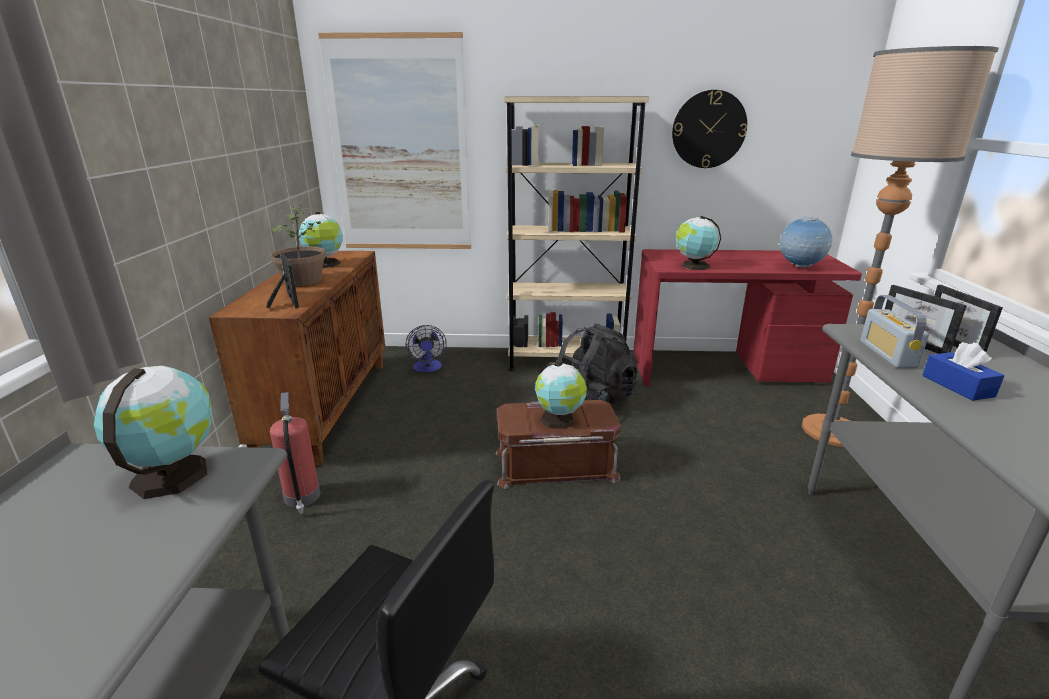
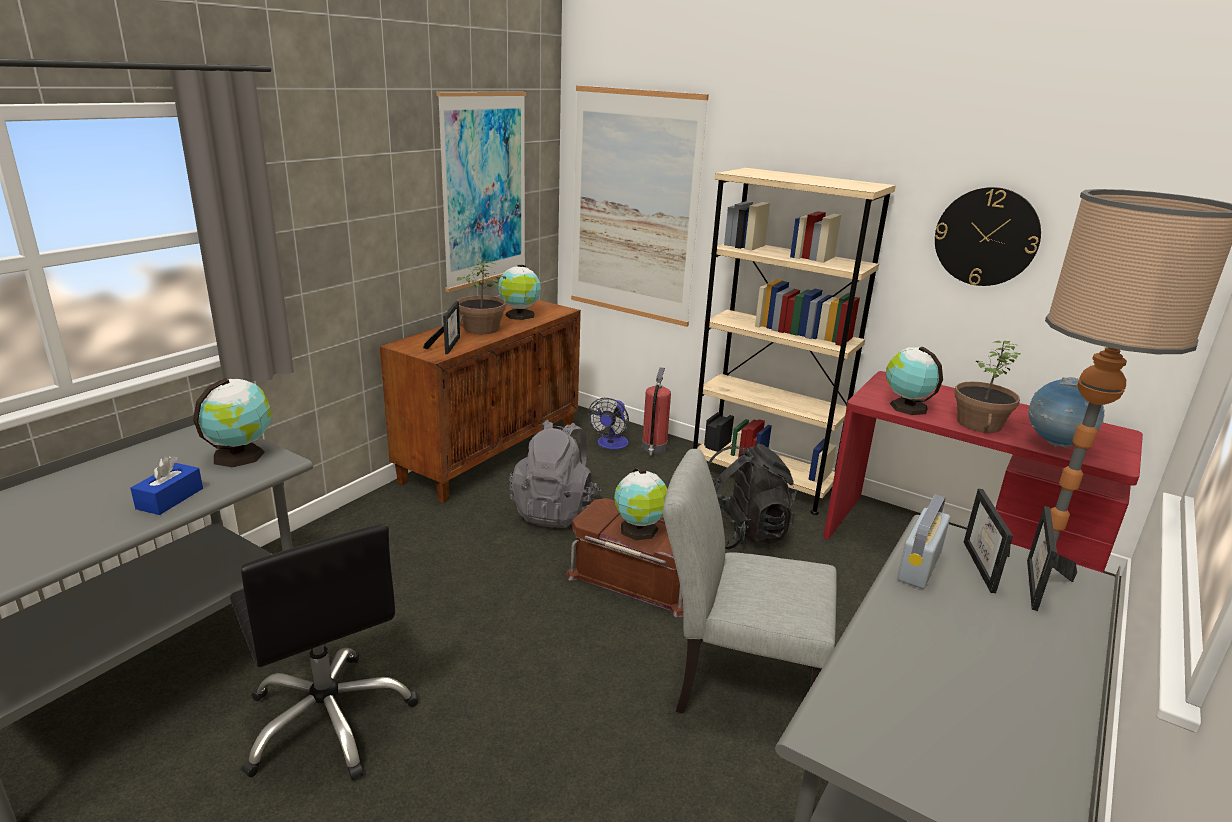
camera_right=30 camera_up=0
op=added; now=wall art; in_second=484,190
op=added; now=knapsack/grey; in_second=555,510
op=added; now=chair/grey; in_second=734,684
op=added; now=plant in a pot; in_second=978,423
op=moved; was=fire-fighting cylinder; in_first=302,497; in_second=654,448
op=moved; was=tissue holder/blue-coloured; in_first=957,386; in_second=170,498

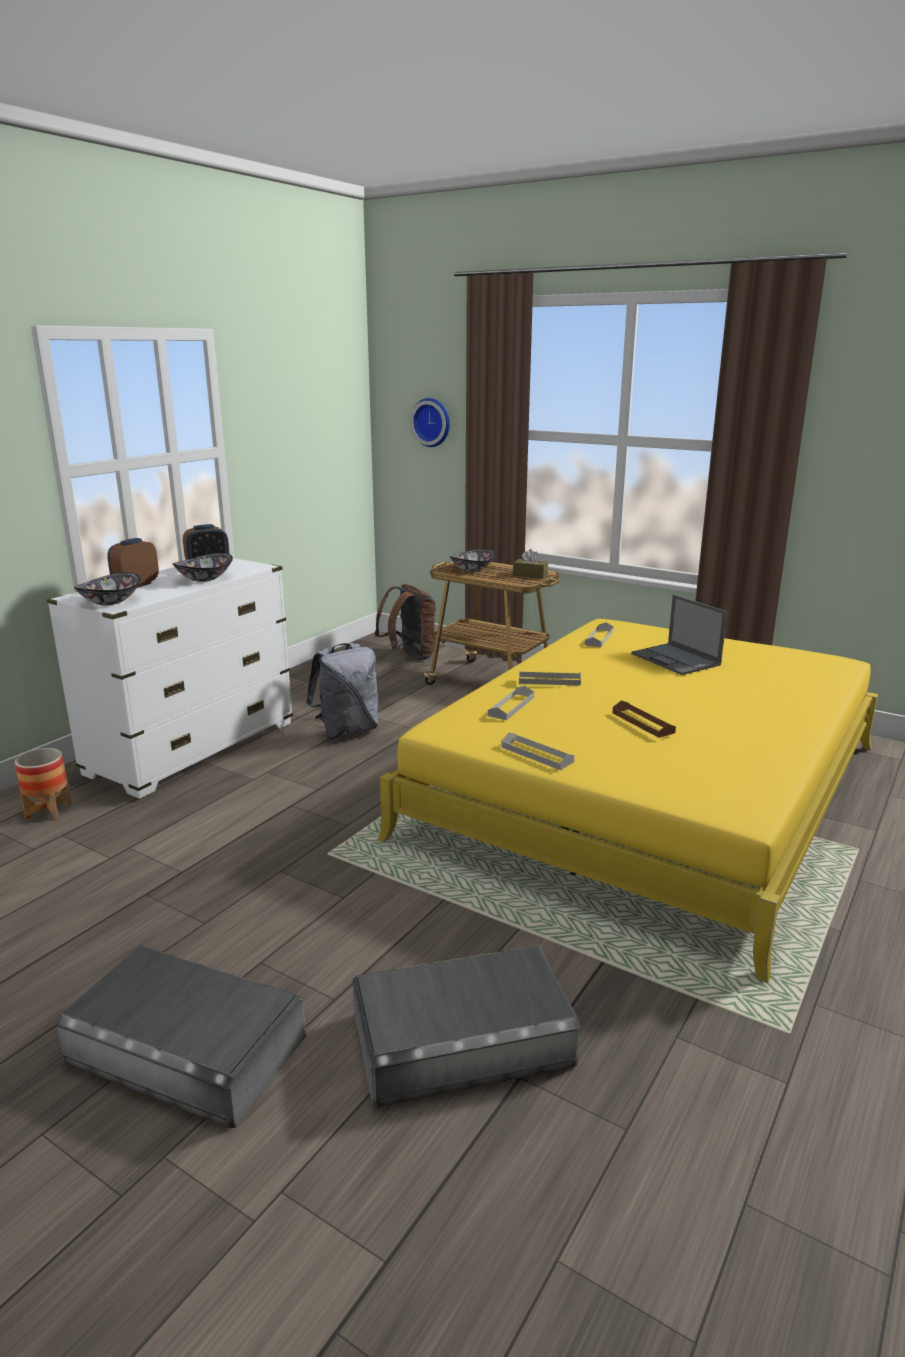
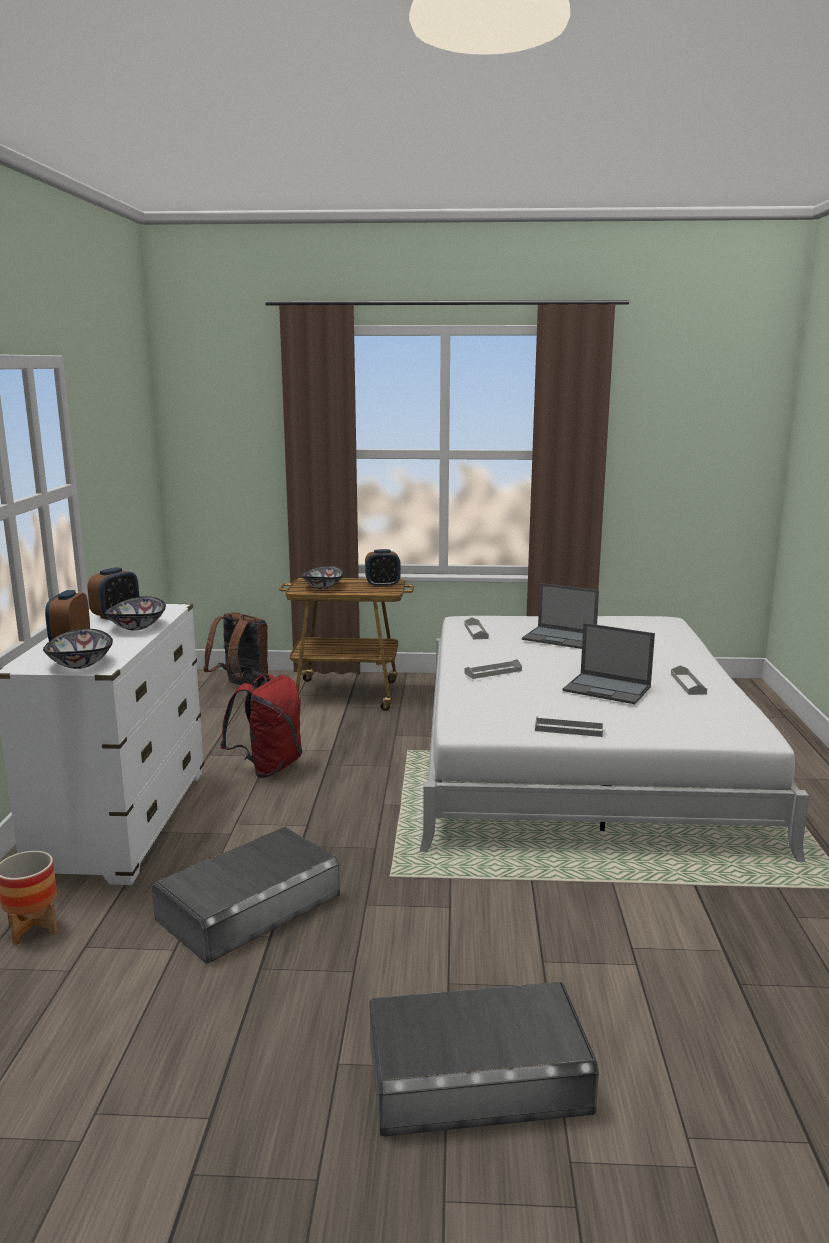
camera_right=-30 camera_up=-5
op=removed; was=clock on the wall; in_first=432,422
op=moved; was=storage bin/grey; in_first=462,1038; in_second=249,906
op=moved; was=serving tray/grey; in_first=511,706; in_second=688,684
op=replaced; was=tissue holder/brownish; now=bedside clock; in_first=530,575; in_second=382,585
op=replaced; was=serving tray/brownish; now=portable computer; in_first=643,723; in_second=608,689
op=recoloured; was=knapsack/grey; now=knapsack/red-coloured; in_first=347,731; in_second=268,767
op=recoloured; was=bed/yellow; now=bed/whitish; in_first=649,790; in_second=578,753

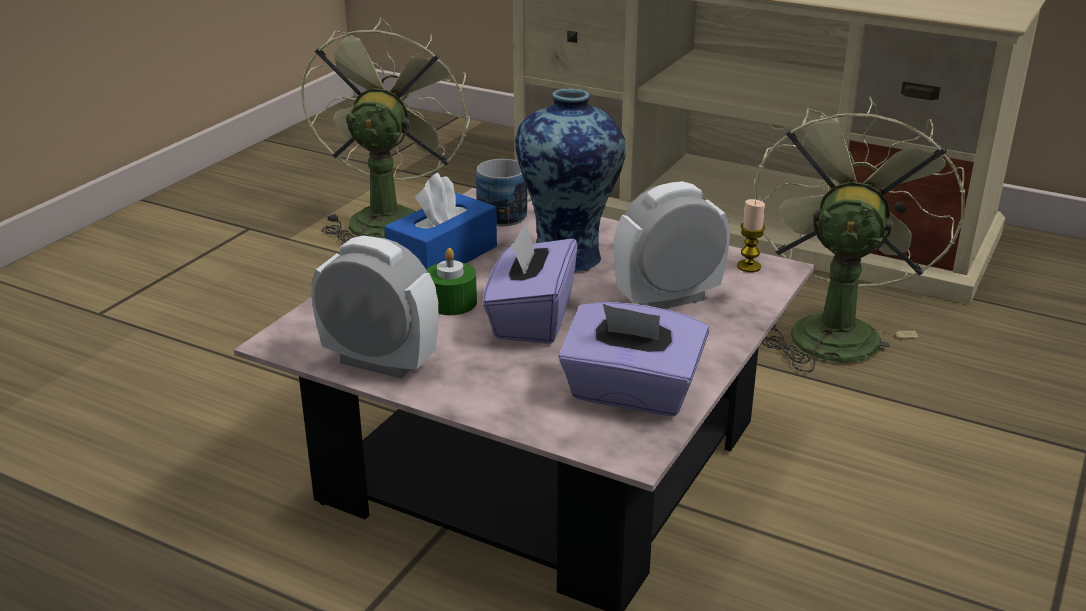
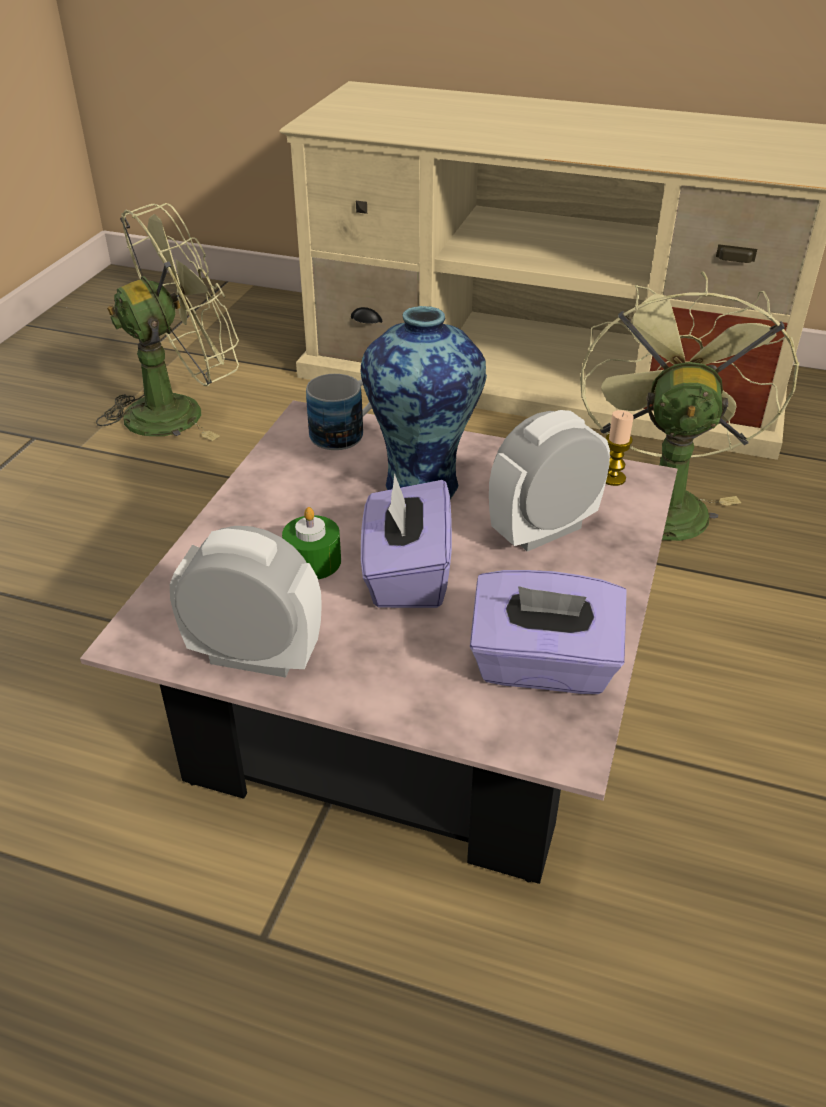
camera_right=-10 camera_up=10
op=removed; was=tissue holder/blue-coloured; in_first=443,257
op=turned; was=fan/green-coloured; in_first=386,217; in_second=180,410; clockwise=60

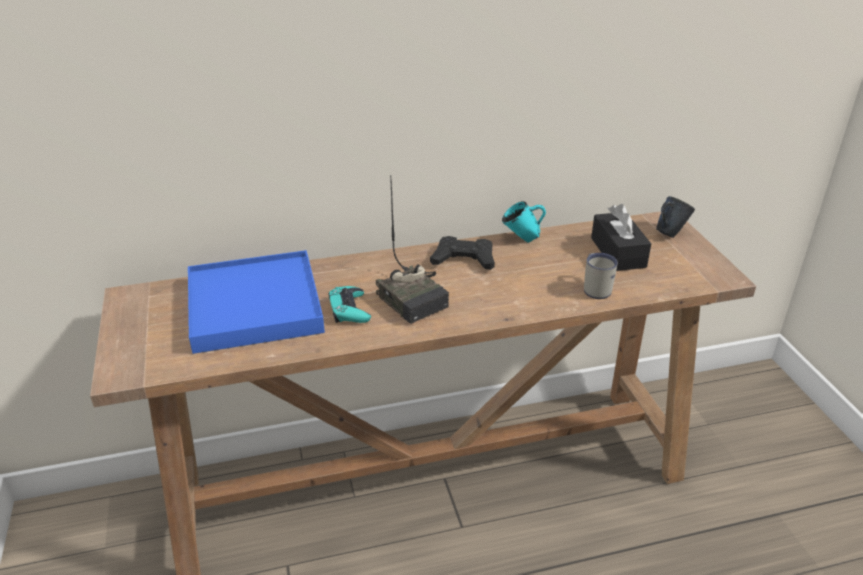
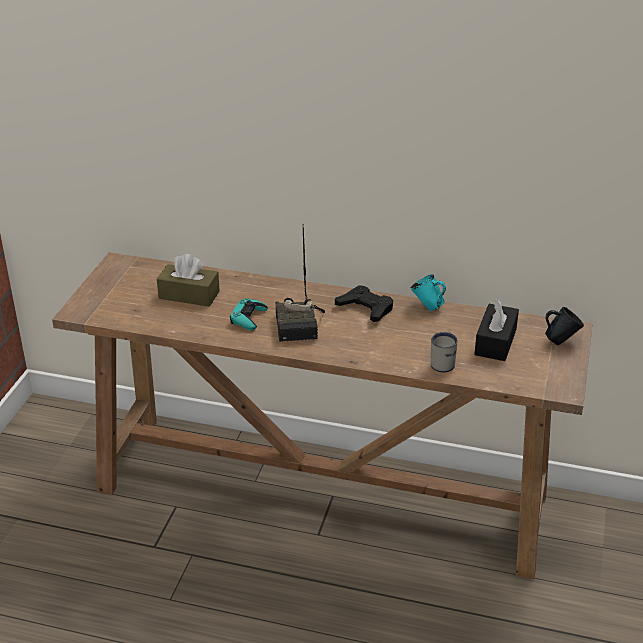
camera_right=30 camera_up=0
op=replaced; was=serving tray/blue-coloured; now=tissue holder/brownish; in_first=254,306; in_second=189,295

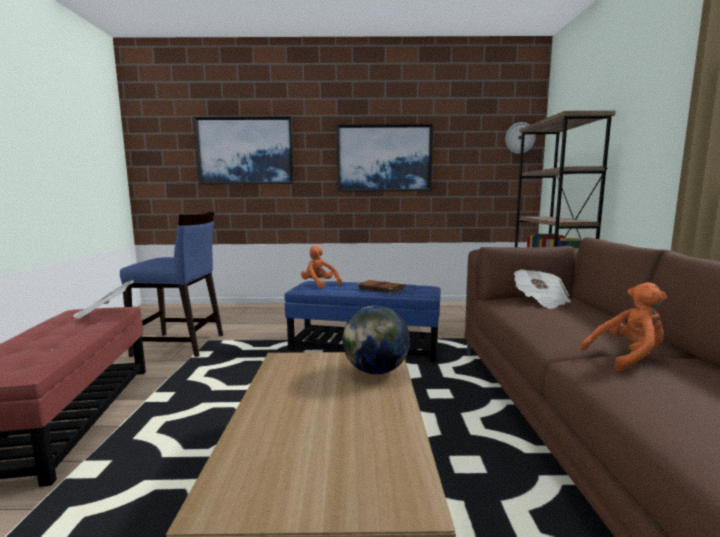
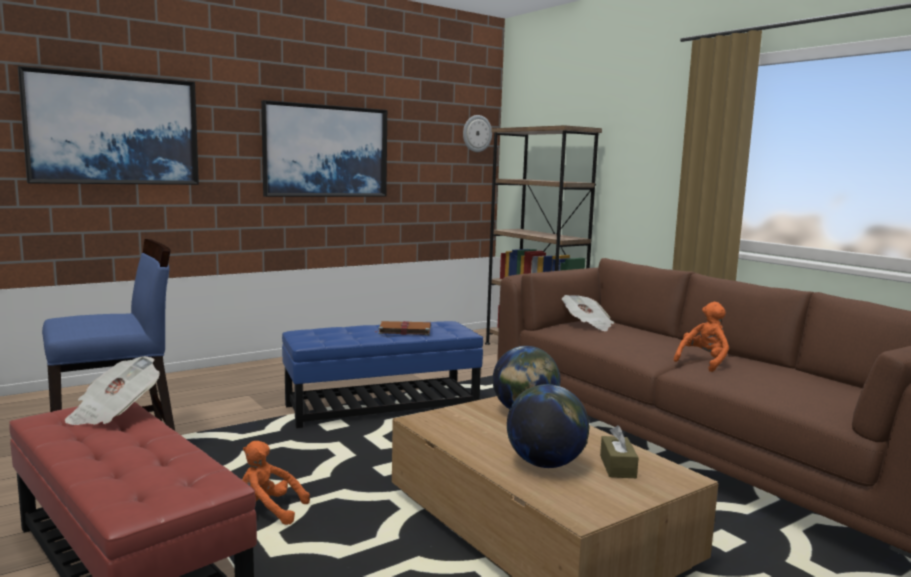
camera_right=-35 camera_up=0
op=added; now=desk globe; in_second=545,464
op=added; now=tissue holder/brownish; in_second=617,466
op=moved; was=cuddly toy/orange-coloured; in_first=319,285; in_second=268,512

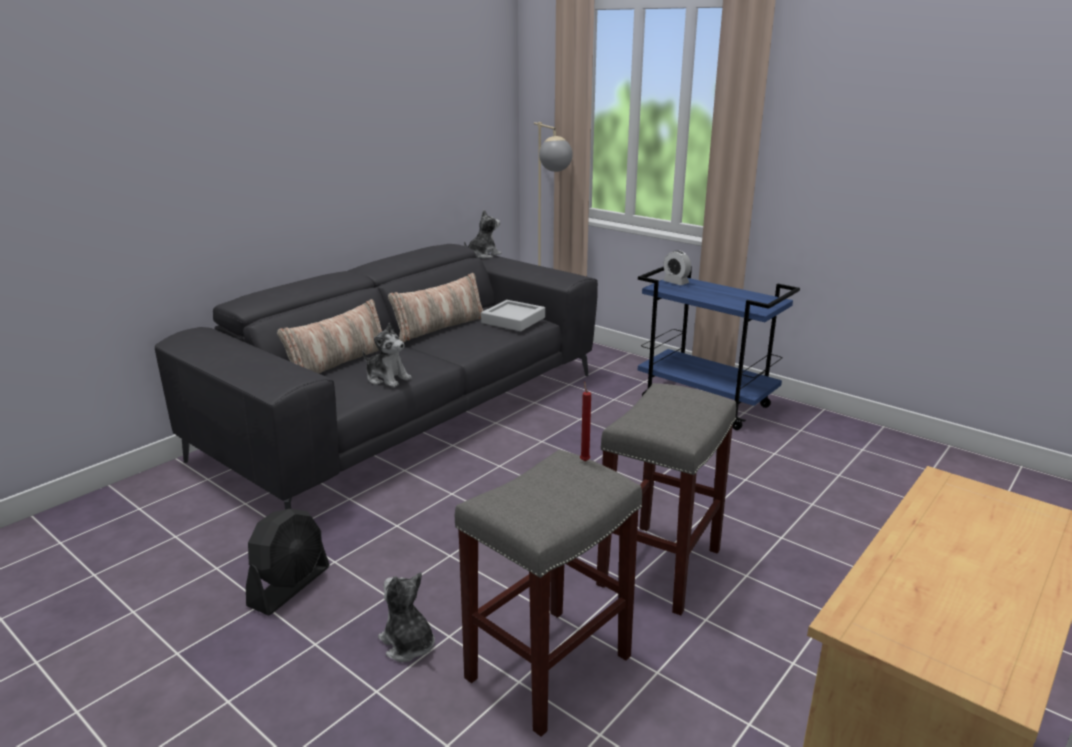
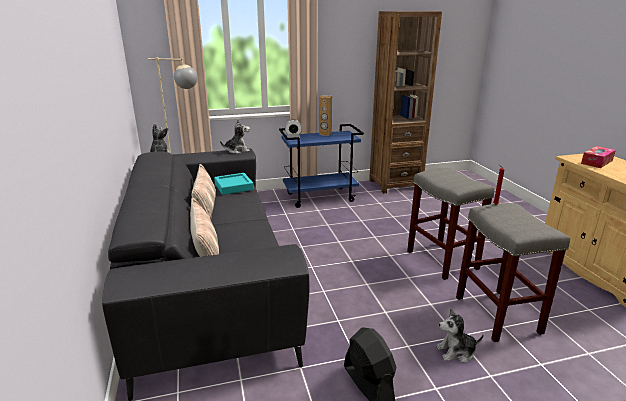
camera_right=-55 camera_up=0
op=added; now=audio speaker/brownish; in_second=325,134
op=added; now=bookcase/brownish; in_second=395,184
op=added; now=tissue holder; in_second=596,162
op=moved; was=cuddly toy; in_first=387,378; in_second=237,151
op=recoloured; was=serving tray/grey; now=serving tray/turquoise-coloured; in_first=513,320; in_second=234,187

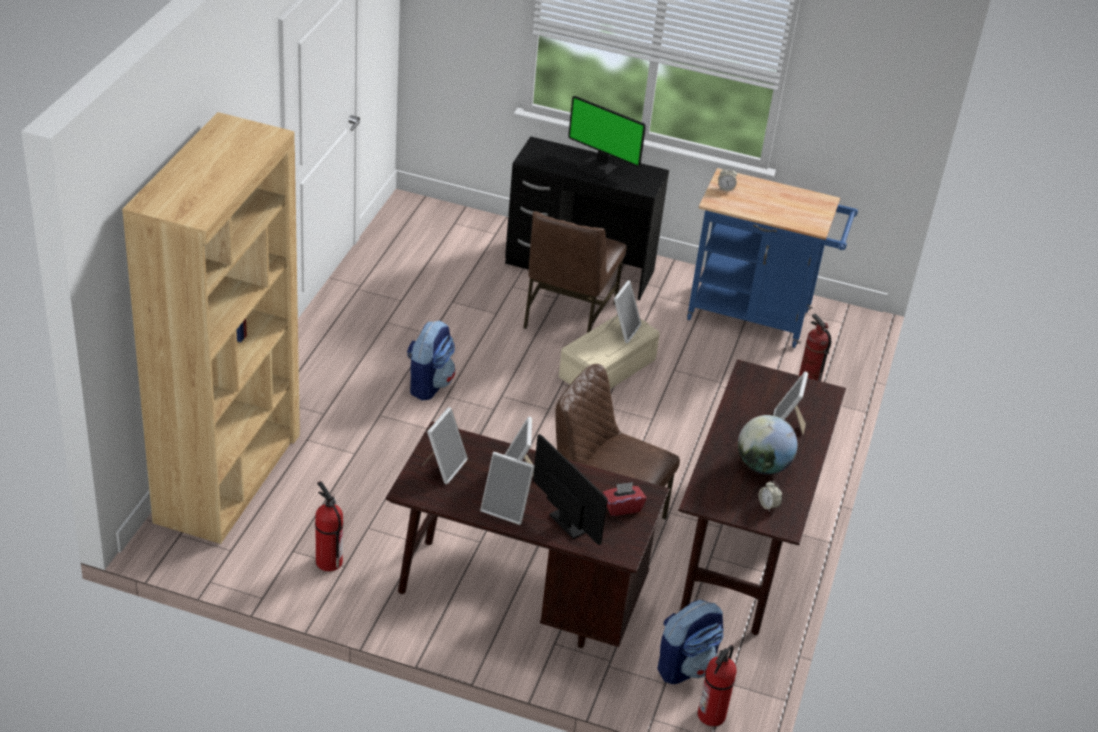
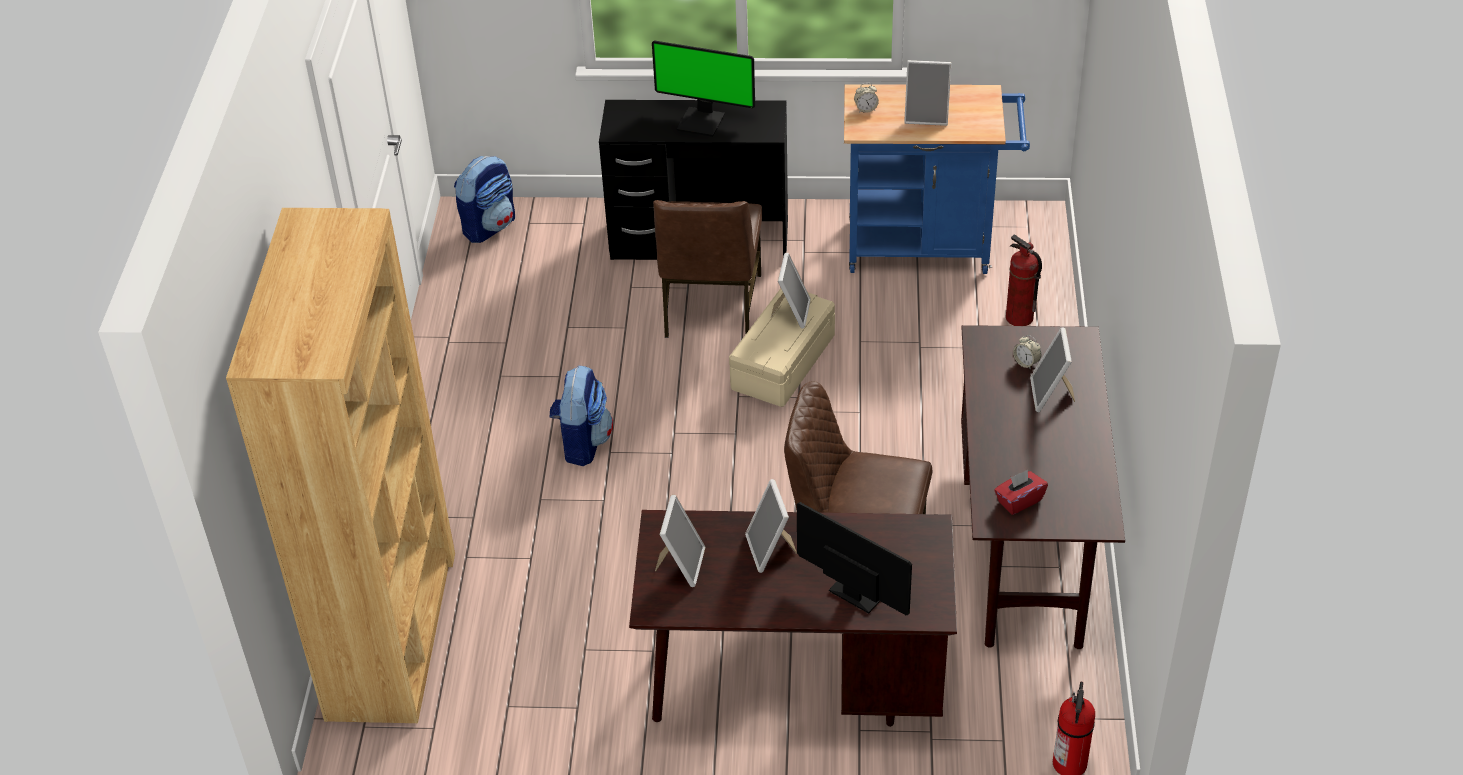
camera_right=-10 camera_up=5
op=removed; was=fire-fighting cylinder; in_first=328,561
op=removed; was=desk globe; in_first=762,466
op=moved; was=photo frame; in_first=506,508; in_second=927,116
op=moved; was=tissue holder/red-coloured; in_first=622,507; in_second=1019,501
op=moved; was=knapsack; in_first=686,666; in_second=489,226
op=moved; was=bedside clock; in_first=768,505; in_second=1026,363

